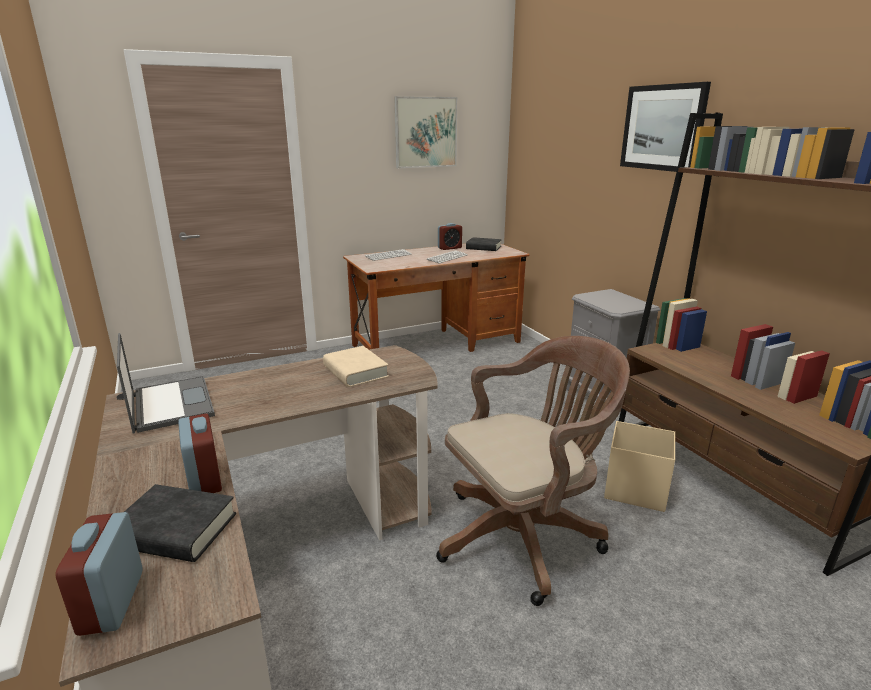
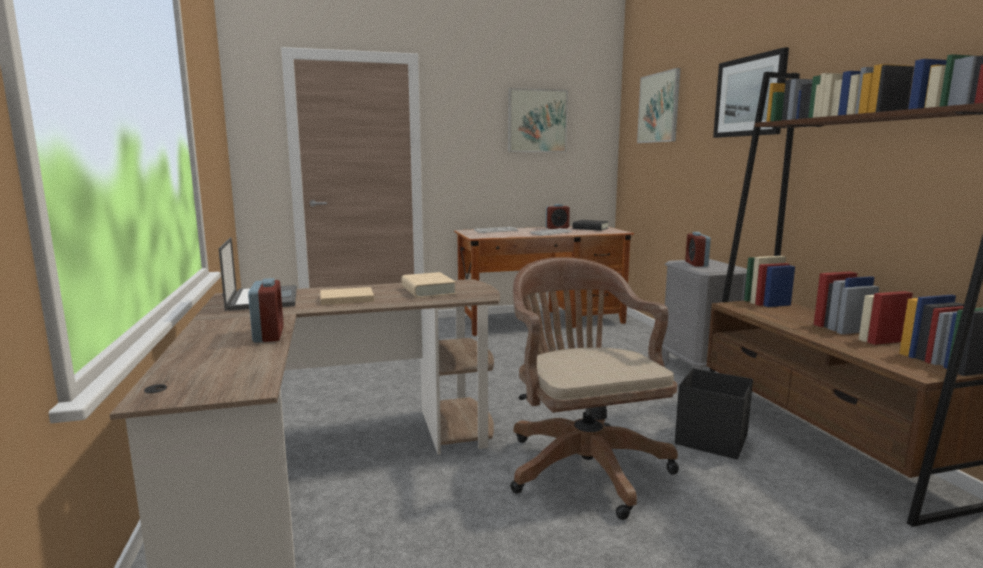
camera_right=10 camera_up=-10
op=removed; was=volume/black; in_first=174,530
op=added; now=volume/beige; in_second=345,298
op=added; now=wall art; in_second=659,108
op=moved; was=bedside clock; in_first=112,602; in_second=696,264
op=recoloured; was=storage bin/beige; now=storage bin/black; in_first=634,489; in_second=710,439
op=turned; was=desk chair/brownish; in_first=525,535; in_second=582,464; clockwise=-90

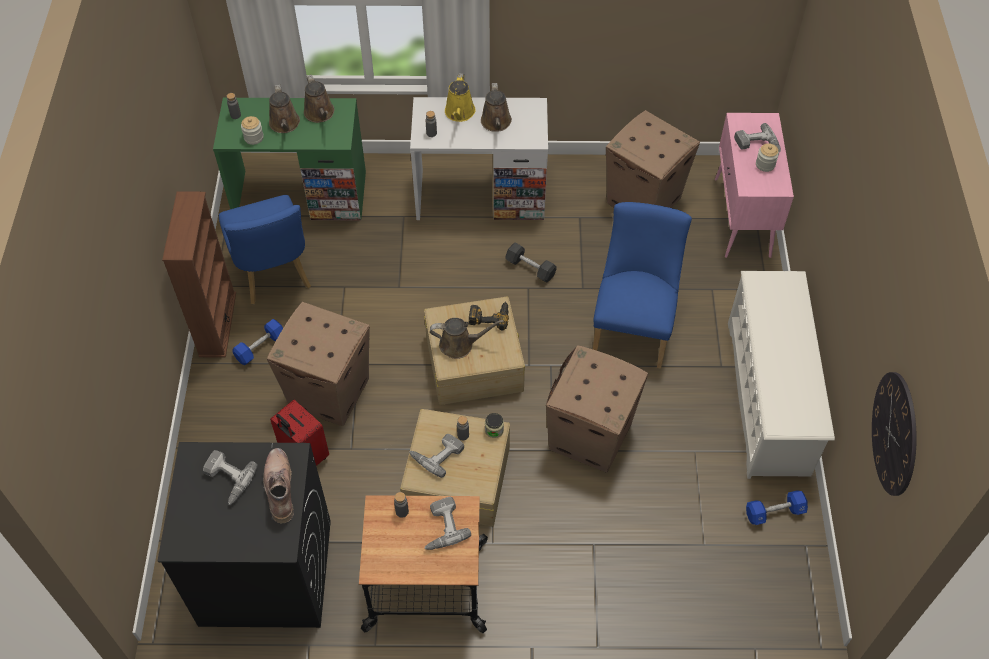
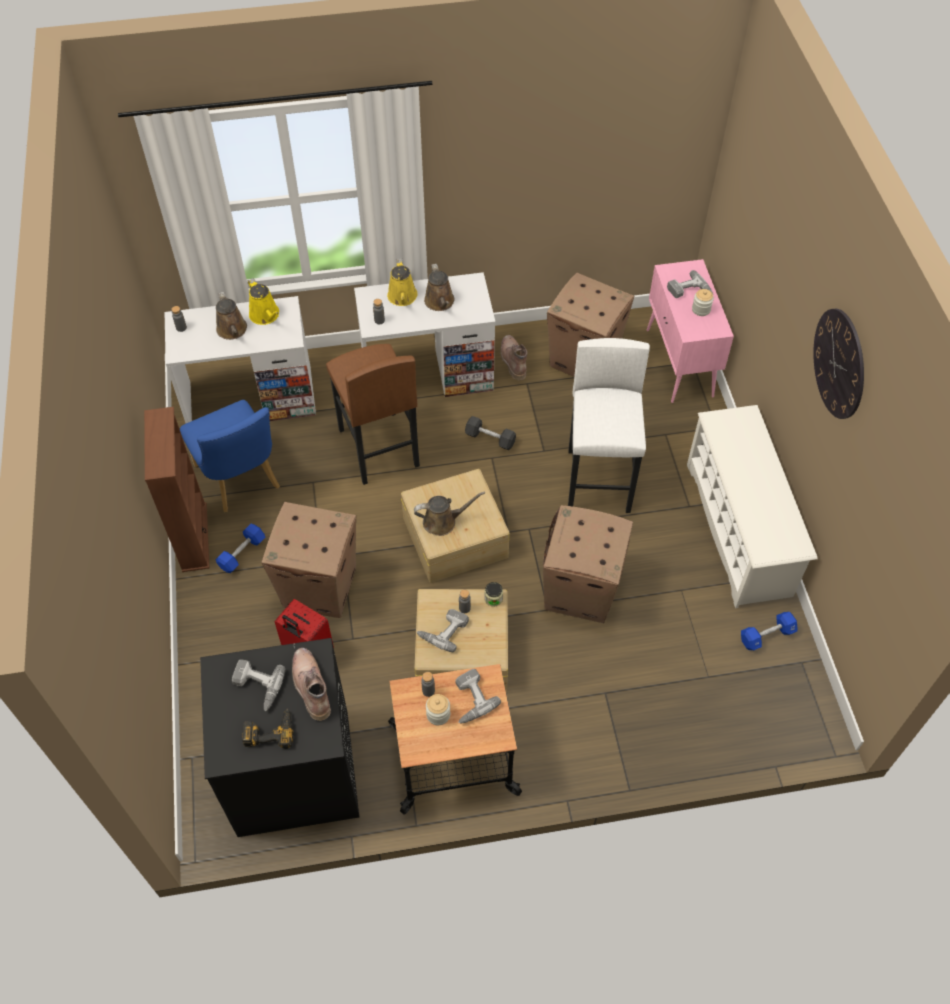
camera_right=-10 camera_up=0
op=added; now=stool seat/brownish; in_second=378,448
op=added; now=tall boot/brownish; in_second=512,360
op=moved; was=jar; in_first=254,137; in_second=438,714
op=moved; was=power drill; in_first=489,316; in_second=269,730
op=moved; was=clock on the wall; in_first=895,433; in_second=839,363
op=replaced; was=chair/blue-coloured; now=stool seat/whitish; in_first=633,327; in_second=599,481
op=recoloured; was=desk/green-coloured; now=desk/whitish; in_first=300,195; in_second=251,399
op=recoloured; was=sprinkling can/brownish; now=sprinkling can/yellow; in_first=320,114; in_second=265,316

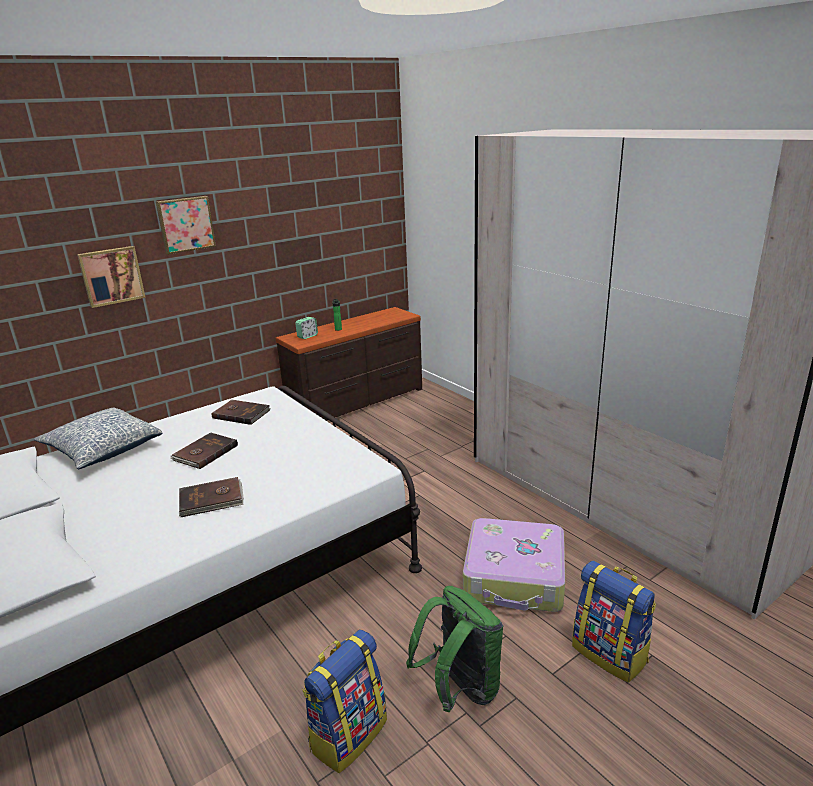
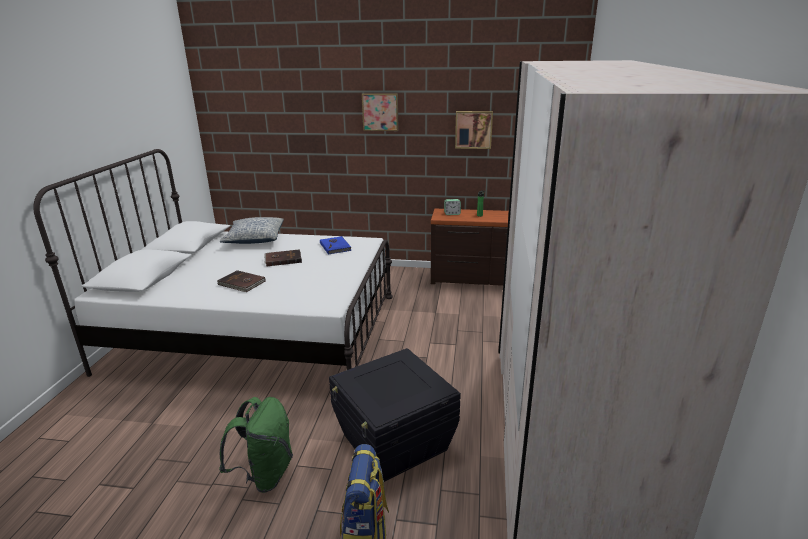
camera_right=45 camera_up=0
op=removed; was=knapsack; in_first=348,734
op=moved; was=wall art; in_first=111,276; in_second=473,129
op=replaced; was=piece of luggage; now=storage bin/black; in_first=515,577; in_second=394,443
op=recoloured; was=volume/brownish; now=volume/blue-coloured; in_first=241,414; in_second=335,246

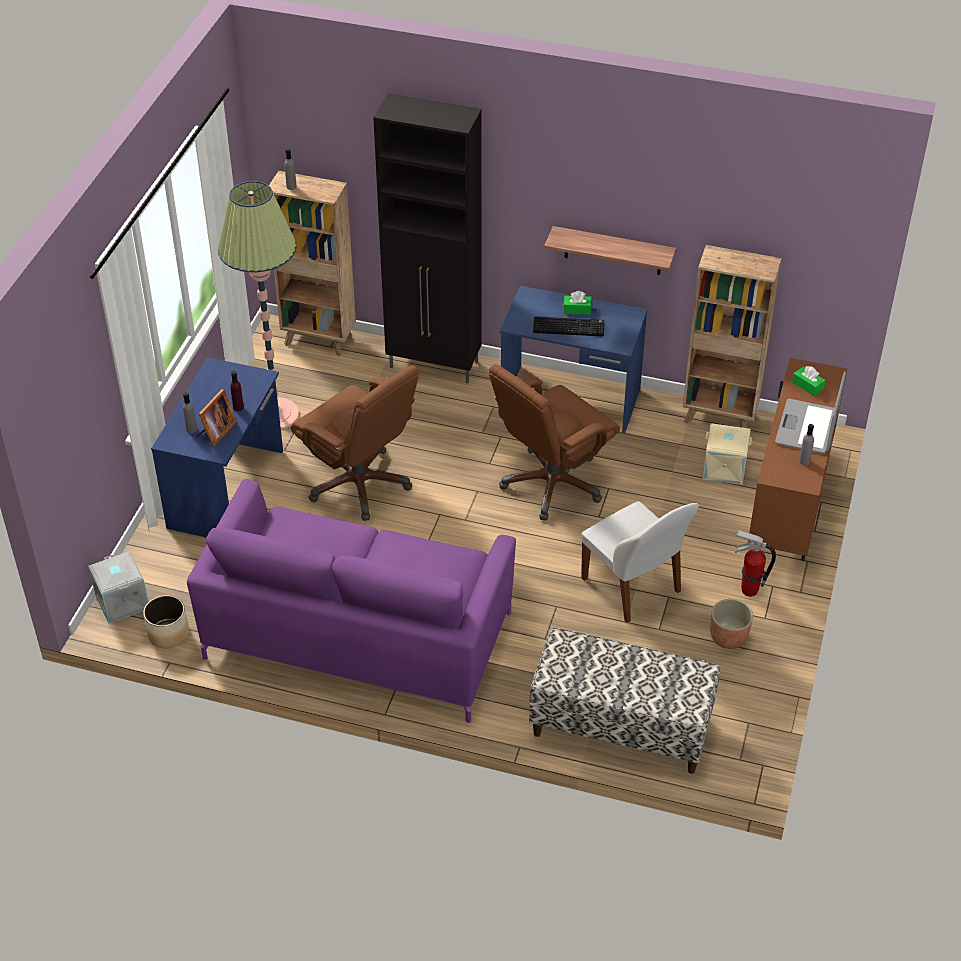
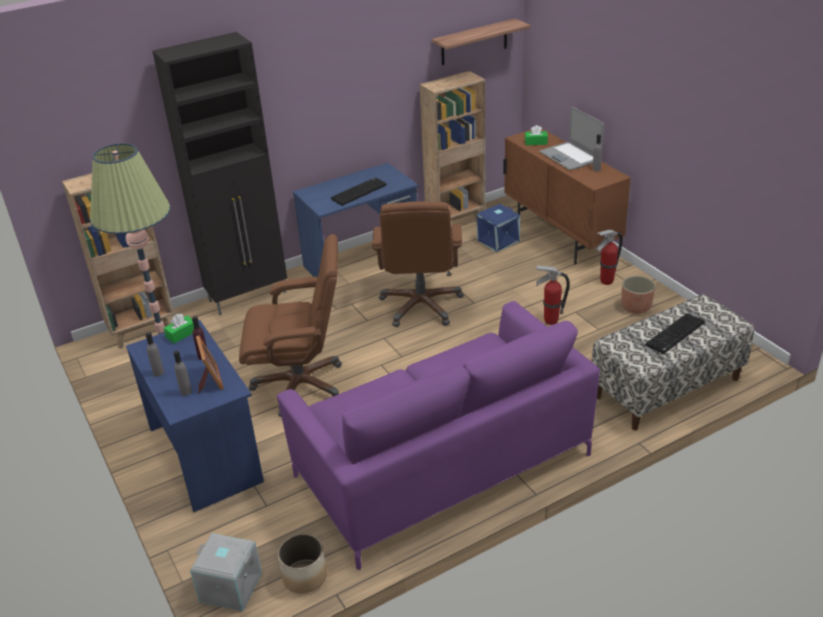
camera_right=-45 camera_up=-10
op=added; now=keyboard; in_second=675,335
op=moved; was=drink bottle/grey; in_first=291,187; in_second=158,373
op=moved; was=shelf; in_first=613,251; in_second=474,42
op=moved; was=tissue holder/green-coloured; in_first=577,309; in_second=181,334
op=replaced; was=chair/whitish; now=fire-fighting cylinder; in_first=632,587; in_second=550,321
op=recoloured; was=storage bin/beige; now=storage bin/blue-coloured; in_first=724,469; in_second=498,241

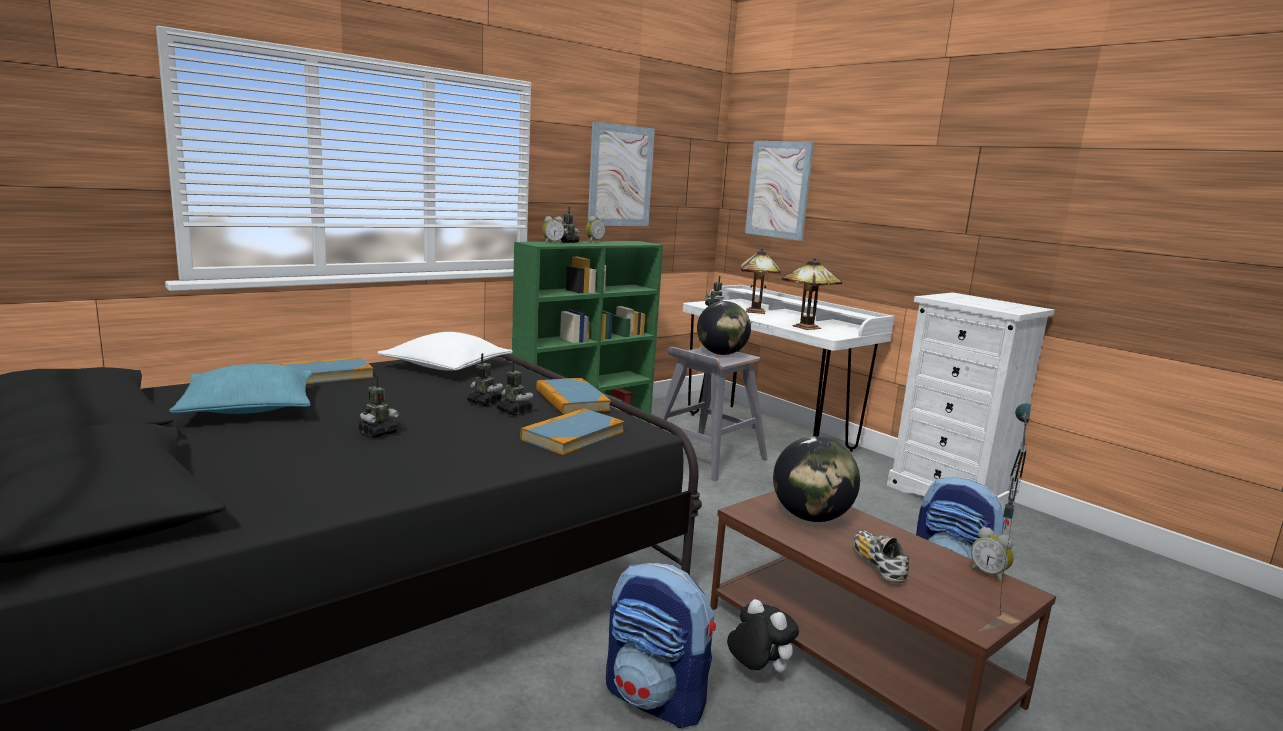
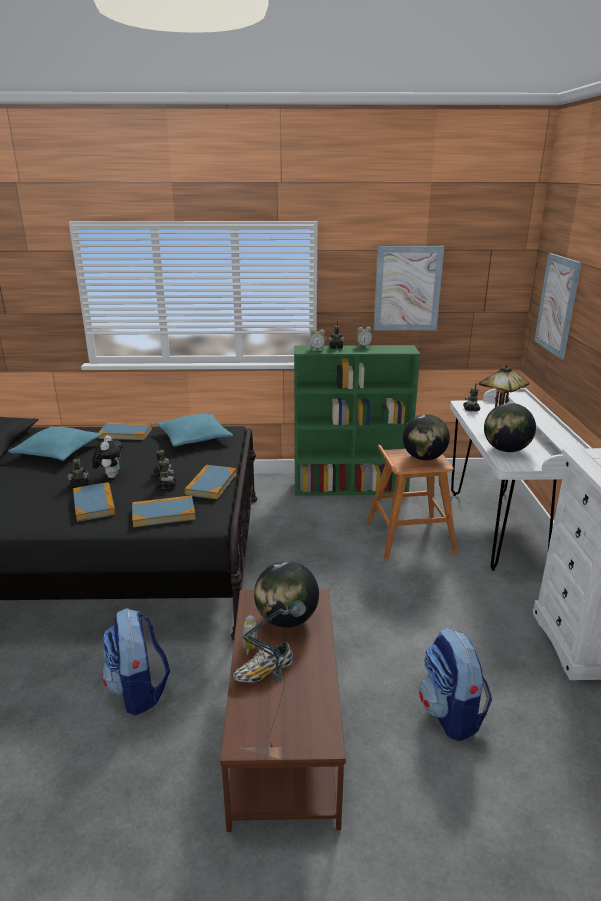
camera_right=40 camera_up=10
op=added; now=volume; in_second=94,504
op=moved; was=cuddly toy; in_first=757,673; in_second=110,476
op=moved; was=bedside clock; in_first=989,574; in_second=252,648
op=replaced; was=table lamp; now=desk globe; in_first=806,328; in_second=506,450
op=recoloured; was=cushion/whitish; now=cushion/turquoise-coloured; in_first=446,366; in_second=194,438
op=recoloured; was=stool seat/grey; now=stool seat/brownish; in_first=705,457; in_second=408,537
op=turned; was=low shoe; in_first=877,565; in_second=263,672; clockwise=-150

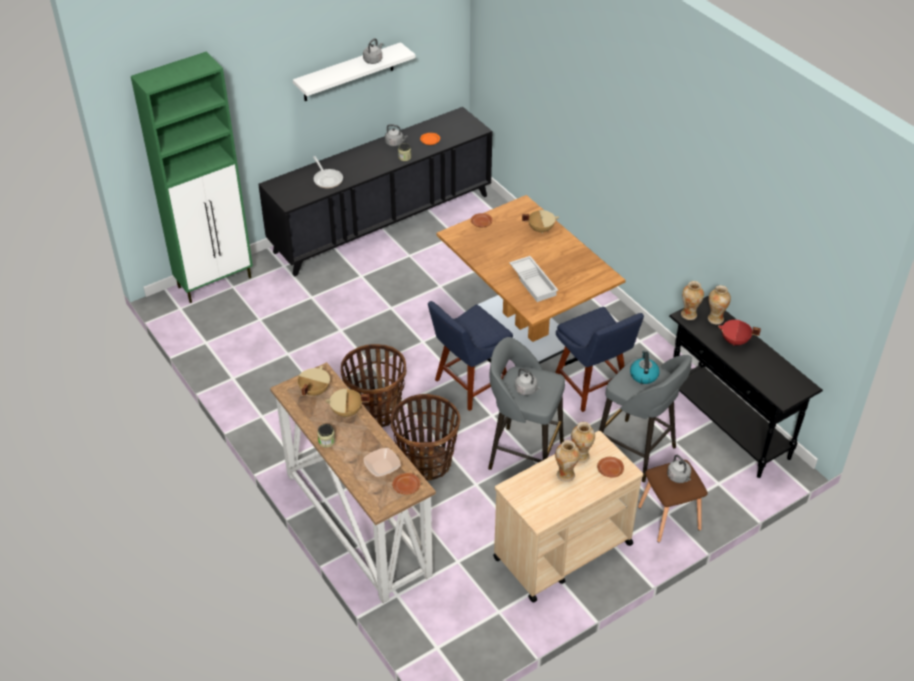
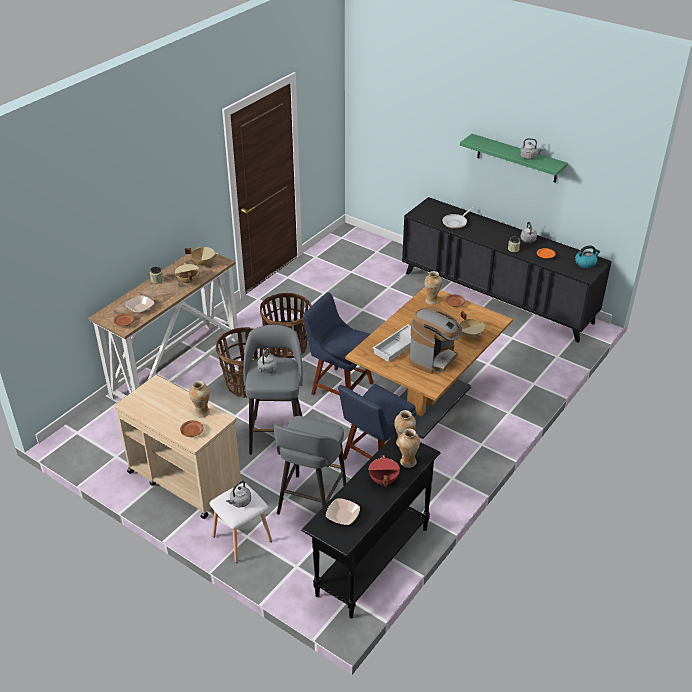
camera_right=70 camera_up=-5
op=removed; was=storage cabinet/green-coloured; in_first=216,282
op=added; now=deep dish; in_second=343,516
op=added; now=coffee brewer; in_second=433,358
op=moved; was=vase; in_first=565,475; in_second=431,300
op=moved; was=kettle; in_first=643,375; in_second=585,263
op=recoloured; was=shelf/whitish; now=shelf/green-coloured; in_first=348,72; in_second=517,158
op=recoloured; was=stool seat/brownish; now=stool seat/whitish; in_first=668,517; in_second=242,538

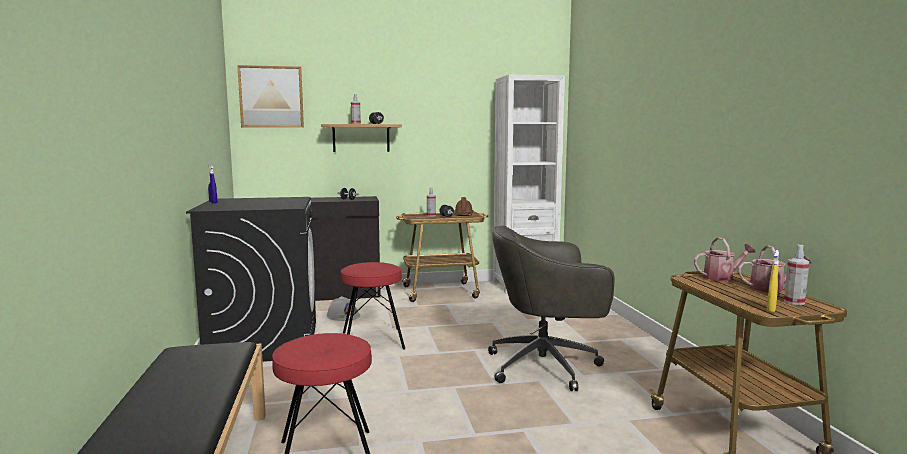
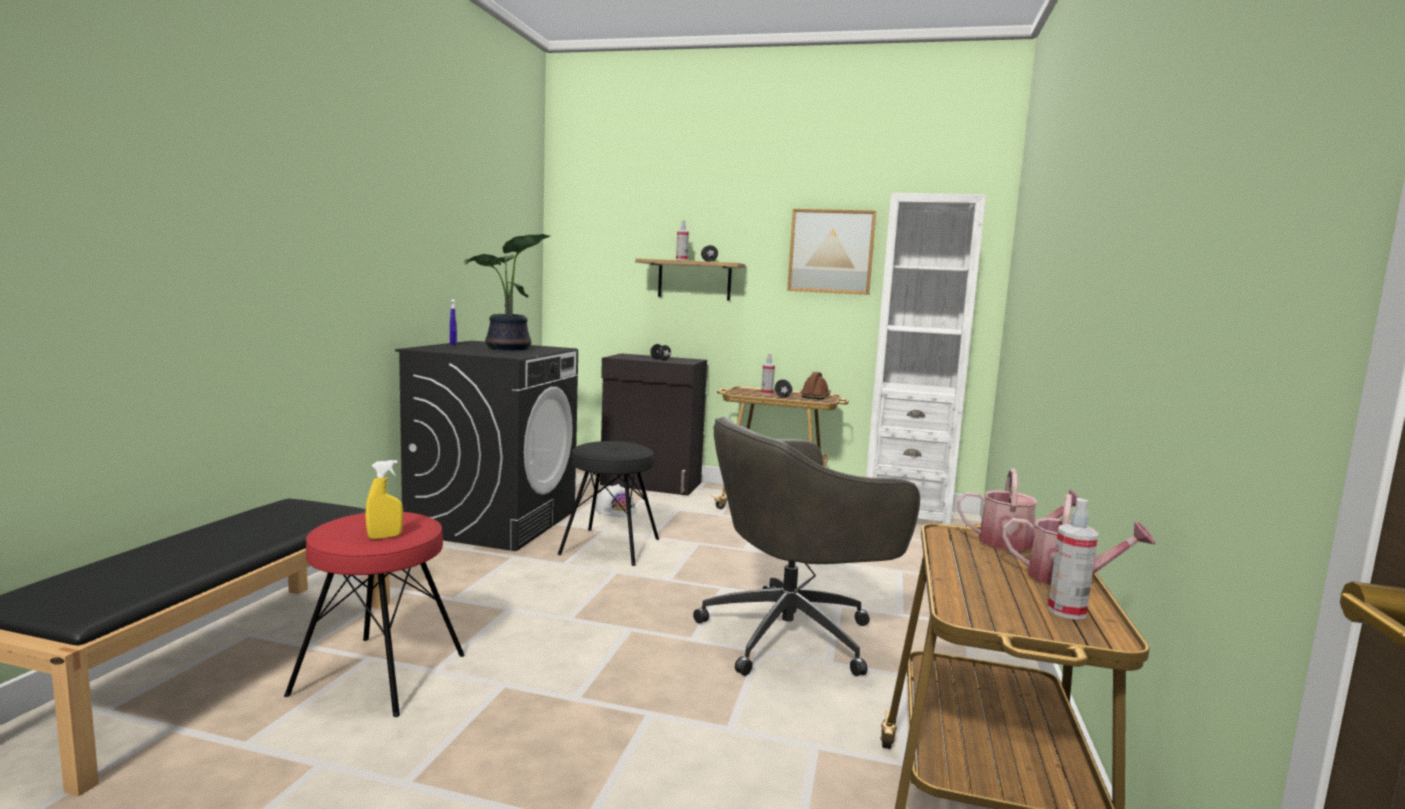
camera_right=25 camera_up=0
op=added; now=plant in a pot; in_second=508,348
op=moved; was=wall art; in_first=271,97; in_second=831,251
op=moved; was=sprayer/yellow; in_first=771,310; in_second=385,537
op=recoloured; was=stool seat/red-coloured; now=stool seat/black; in_first=372,340; in_second=610,546
op=turned; was=desk chair/grey; in_first=546,366; in_second=792,635; clockwise=-45

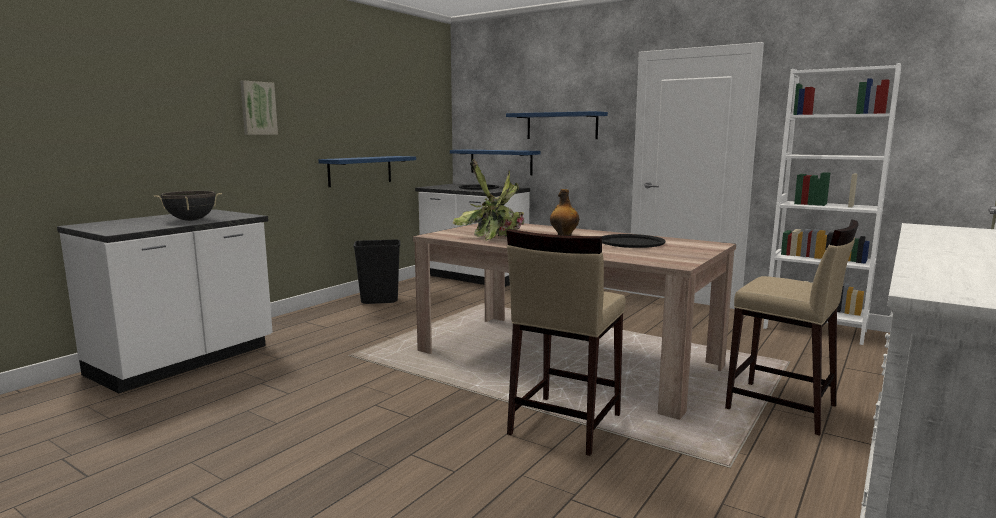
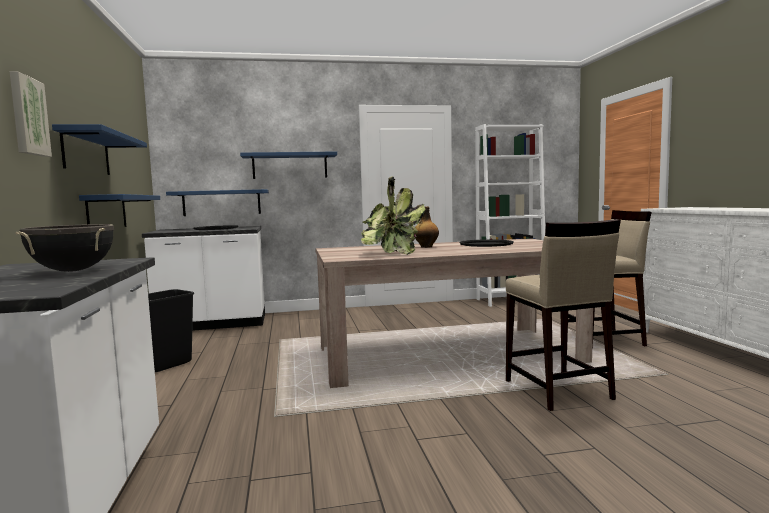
camera_right=-45 camera_up=-5
op=added; now=shelf/blue-coloured; in_second=86,153

